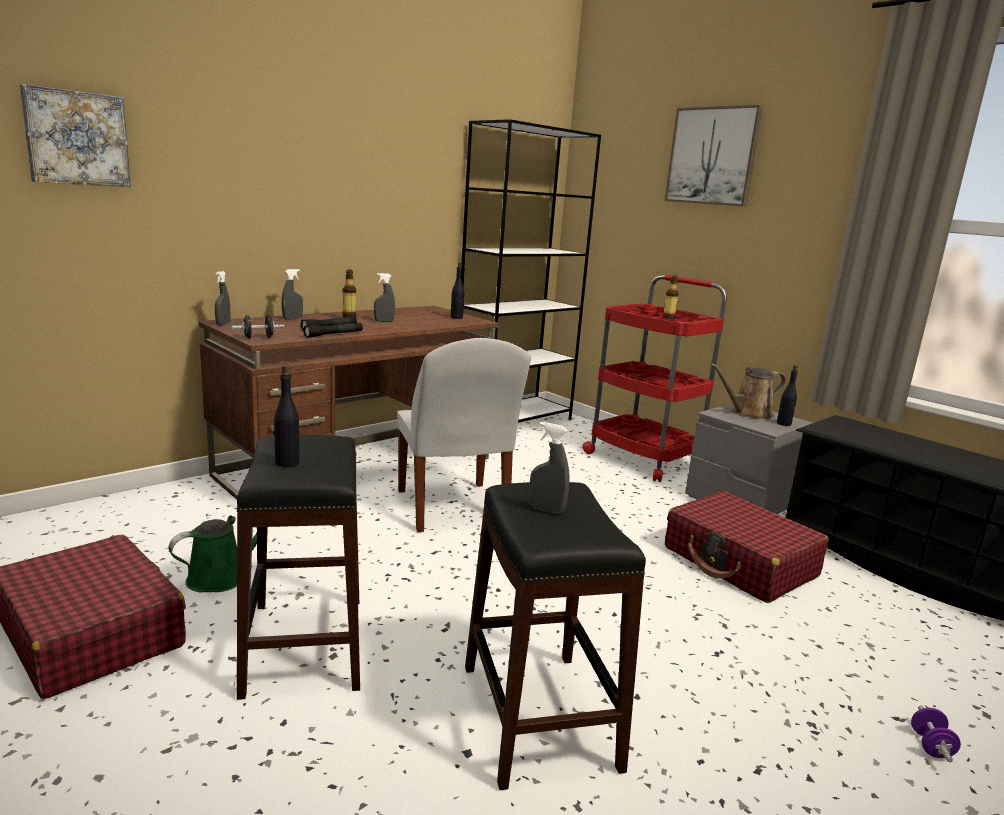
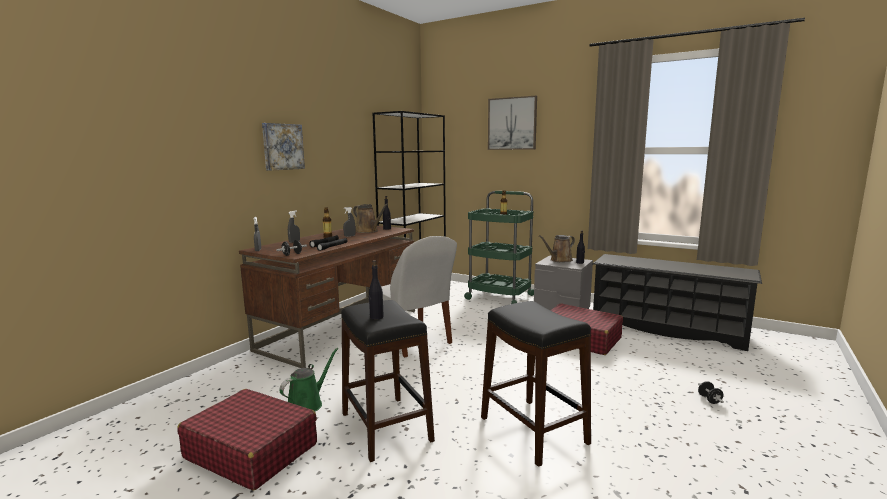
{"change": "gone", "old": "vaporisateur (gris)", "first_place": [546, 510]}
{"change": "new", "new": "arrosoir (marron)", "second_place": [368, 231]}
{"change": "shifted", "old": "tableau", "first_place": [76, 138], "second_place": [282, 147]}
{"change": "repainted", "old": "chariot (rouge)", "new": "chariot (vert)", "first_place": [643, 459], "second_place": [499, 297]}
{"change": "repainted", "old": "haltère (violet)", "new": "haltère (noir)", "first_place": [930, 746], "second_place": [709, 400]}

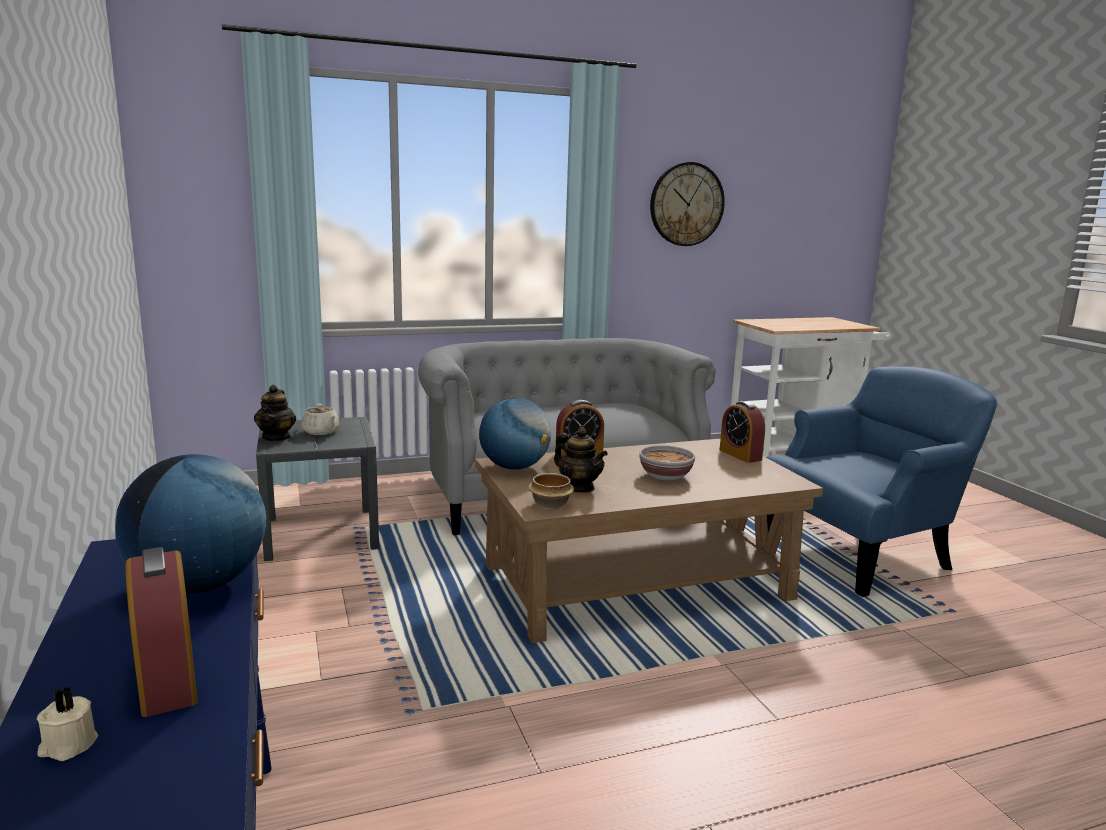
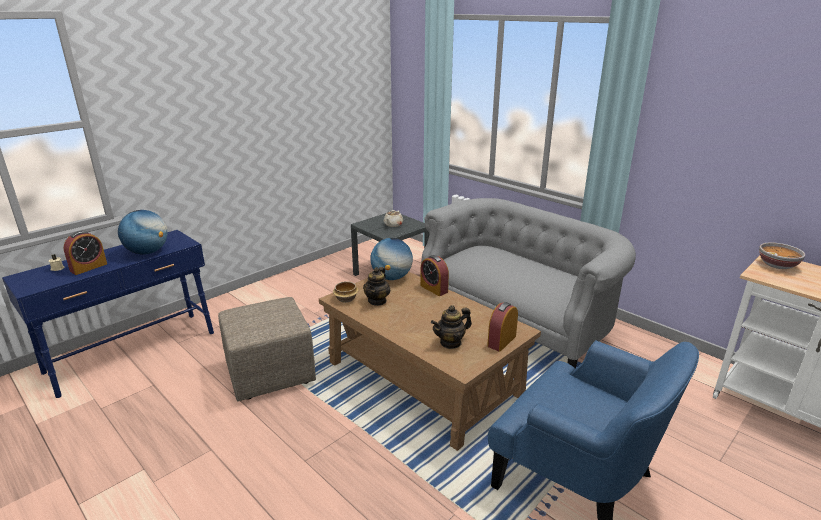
{"change": "gone", "old": "horloge murale", "first_place": [686, 204]}
{"change": "new", "new": "pouf (beige)", "second_place": [269, 374]}
{"change": "shifted", "old": "théière", "first_place": [277, 437], "second_place": [451, 342]}
{"change": "shifted", "old": "bol", "first_place": [665, 476], "second_place": [777, 265]}

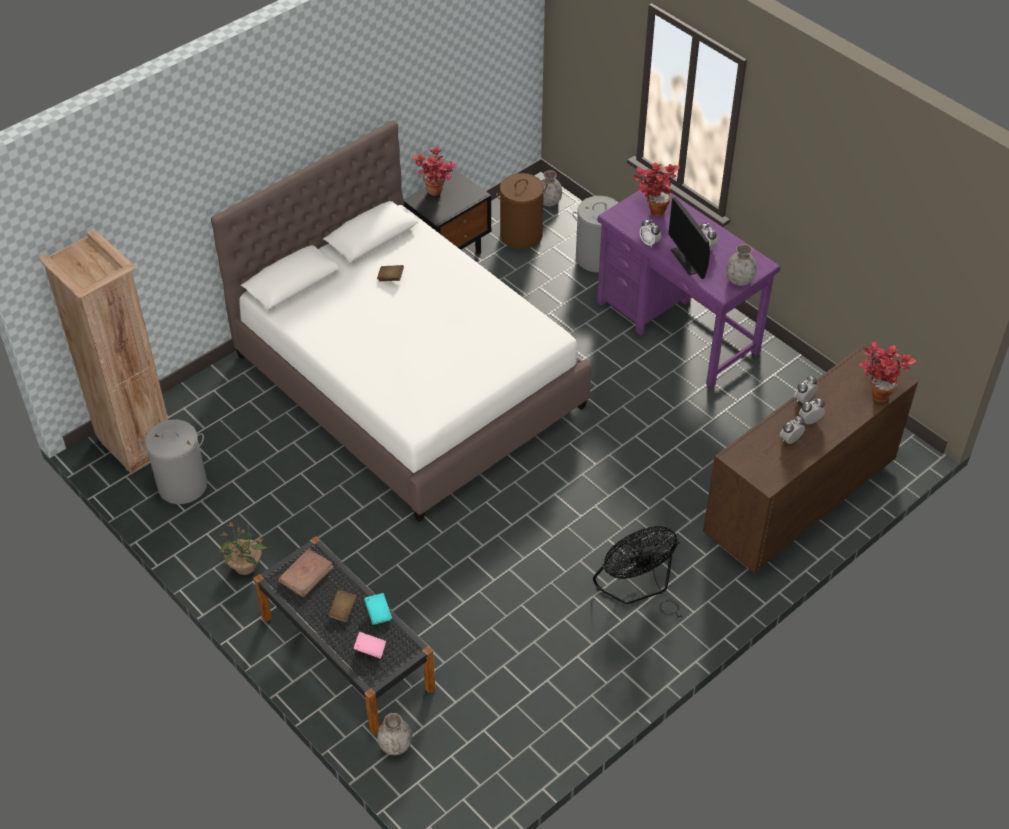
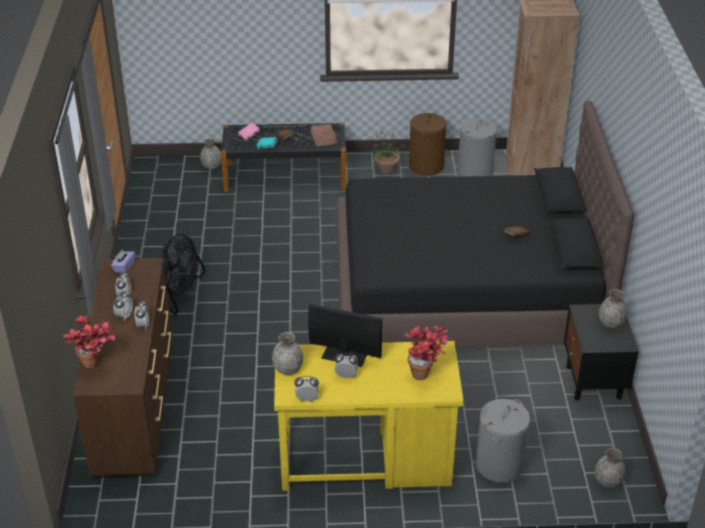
{"change": "new", "new": "boîte à mouchoirs (violet)", "second_place": [124, 267]}
{"change": "shifted", "old": "panier à linge (marron)", "first_place": [521, 235], "second_place": [426, 166]}
{"change": "shifted", "old": "réveil", "first_place": [649, 242], "second_place": [307, 399]}
{"change": "swapped", "old": "plante en pot", "new": "vase (gris)", "first_place": [437, 195], "second_place": [611, 323]}
{"change": "repainted", "old": "lit (blanc)", "new": "lit (noir)", "first_place": [409, 380], "second_place": [466, 292]}
{"change": "repainted", "old": "bureau (violet)", "new": "bureau (jaune)", "first_place": [678, 327], "second_place": [365, 460]}

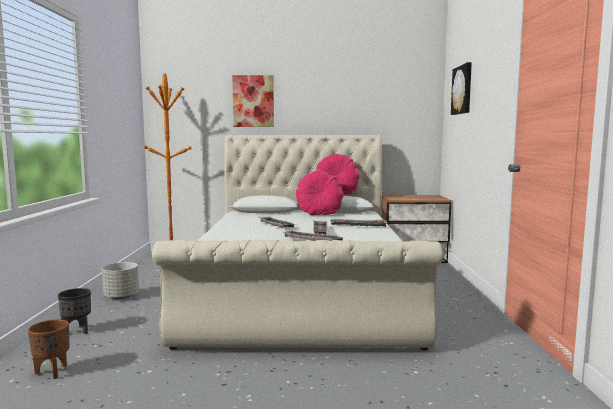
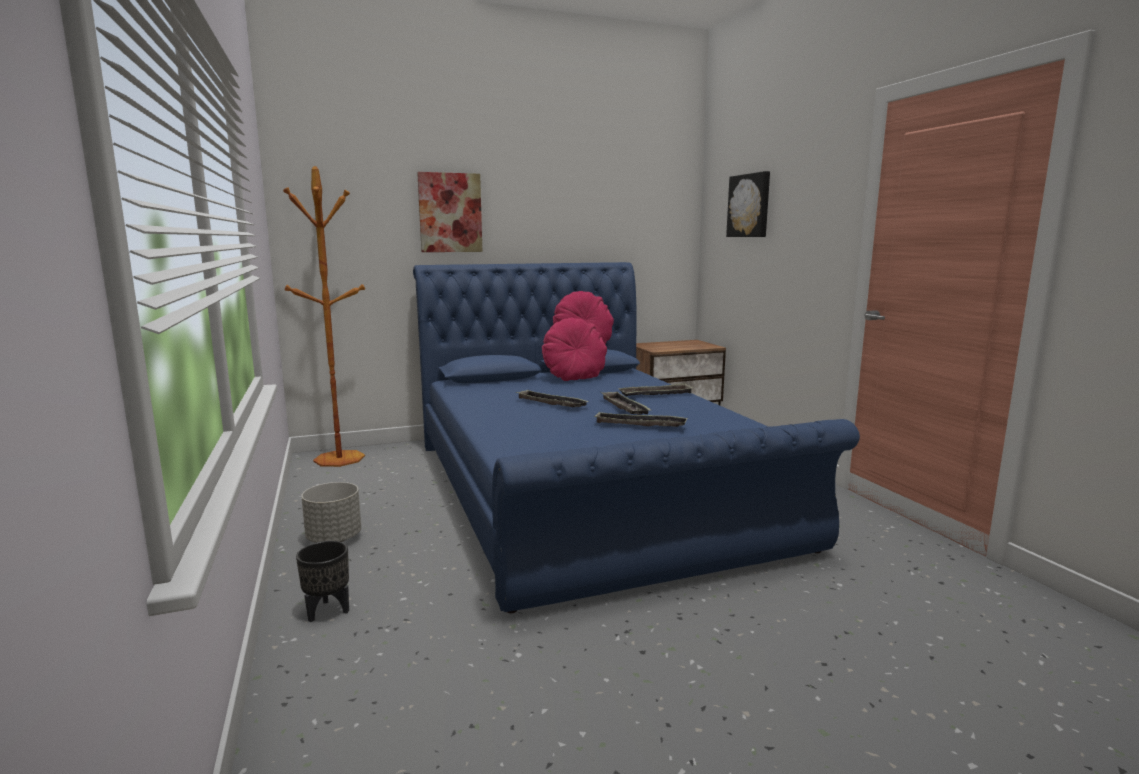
{"change": "gone", "old": "cache-pot (marron)", "first_place": [51, 372]}
{"change": "repainted", "old": "lit (beige)", "new": "lit (bleu)", "first_place": [301, 289], "second_place": [586, 488]}

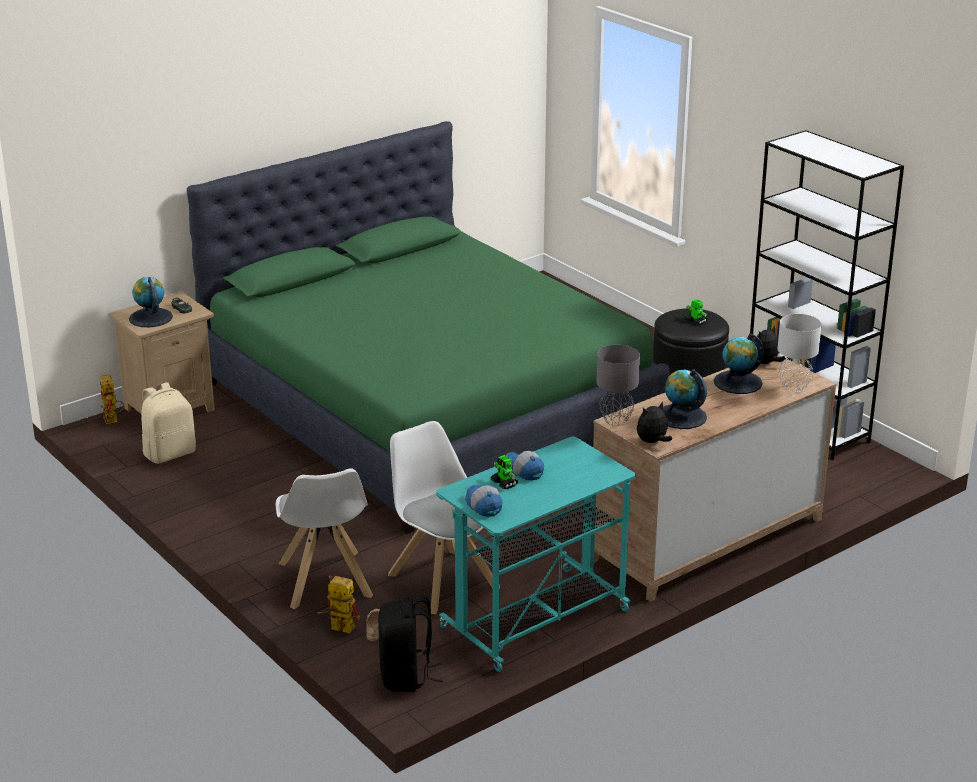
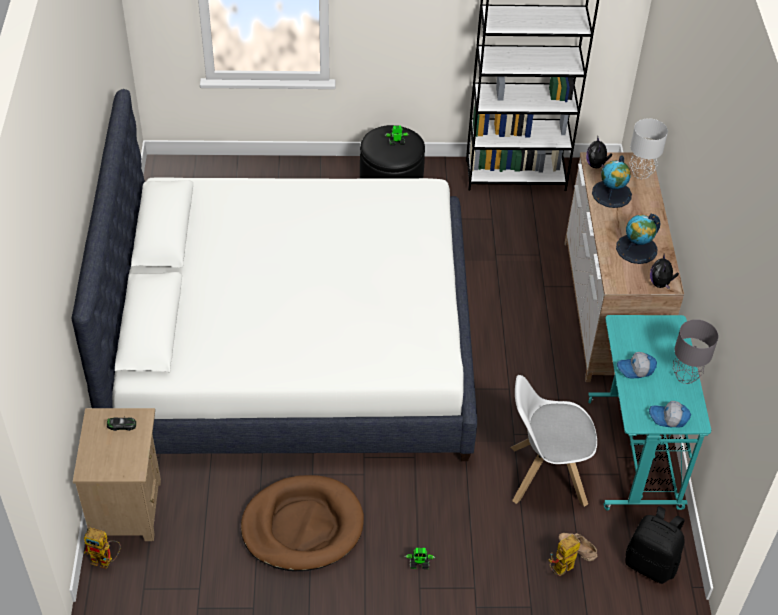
{"change": "gone", "old": "globe", "first_place": [150, 318]}
{"change": "gone", "old": "sac à dos (beige)", "first_place": [170, 453]}
{"change": "gone", "old": "chaise", "first_place": [325, 582]}
{"change": "new", "new": "panier pour chien (marron)", "second_place": [302, 526]}
{"change": "shifted", "old": "robot jouet", "first_place": [504, 483], "second_place": [419, 563]}
{"change": "shifted", "old": "lampe de table (gris)", "first_place": [615, 420], "second_place": [684, 376]}
{"change": "repainted", "old": "lit (vert)", "new": "lit (blanc)", "first_place": [427, 406], "second_place": [292, 344]}

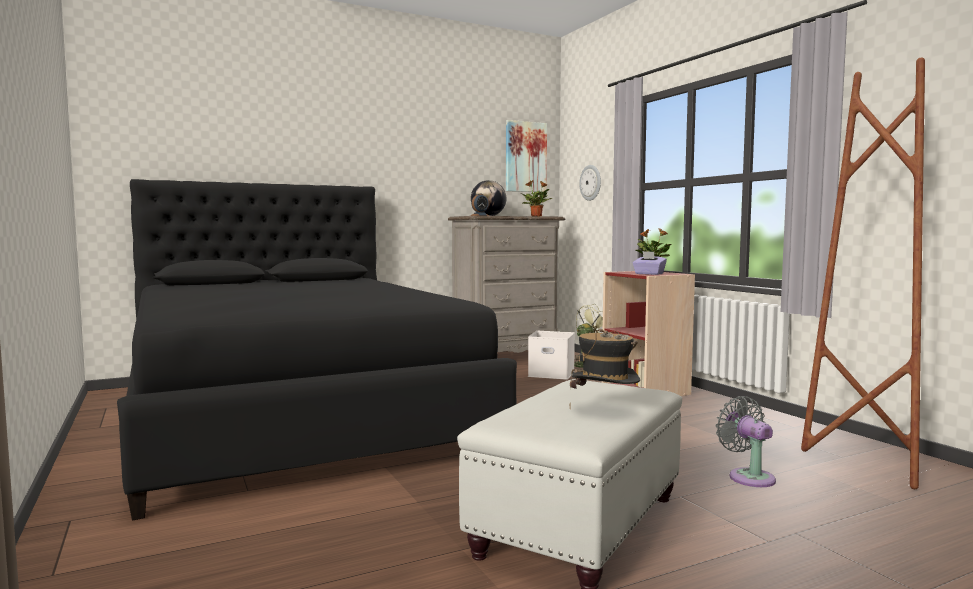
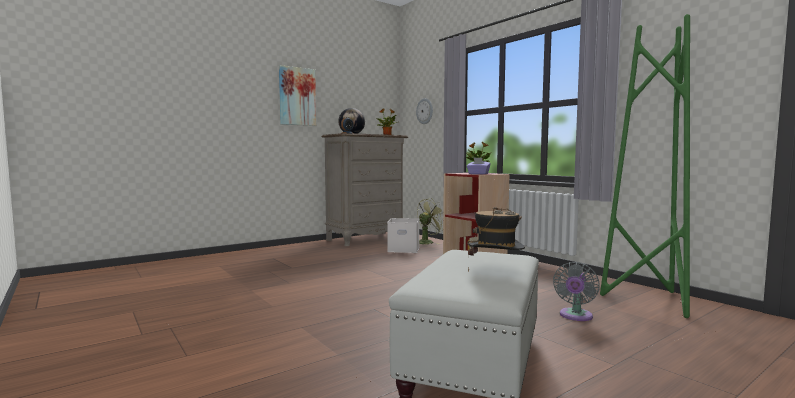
{"change": "gone", "old": "lit (noir)", "first_place": [296, 414]}
{"change": "shifted", "old": "tableau", "first_place": [525, 157], "second_place": [297, 96]}
{"change": "repainted", "old": "portant (marron)", "new": "portant (vert)", "first_place": [876, 463], "second_place": [652, 301]}
{"change": "rotated", "old": "ventilateur (gris)", "first_place": [748, 476], "second_place": [575, 316], "degrees": -120}

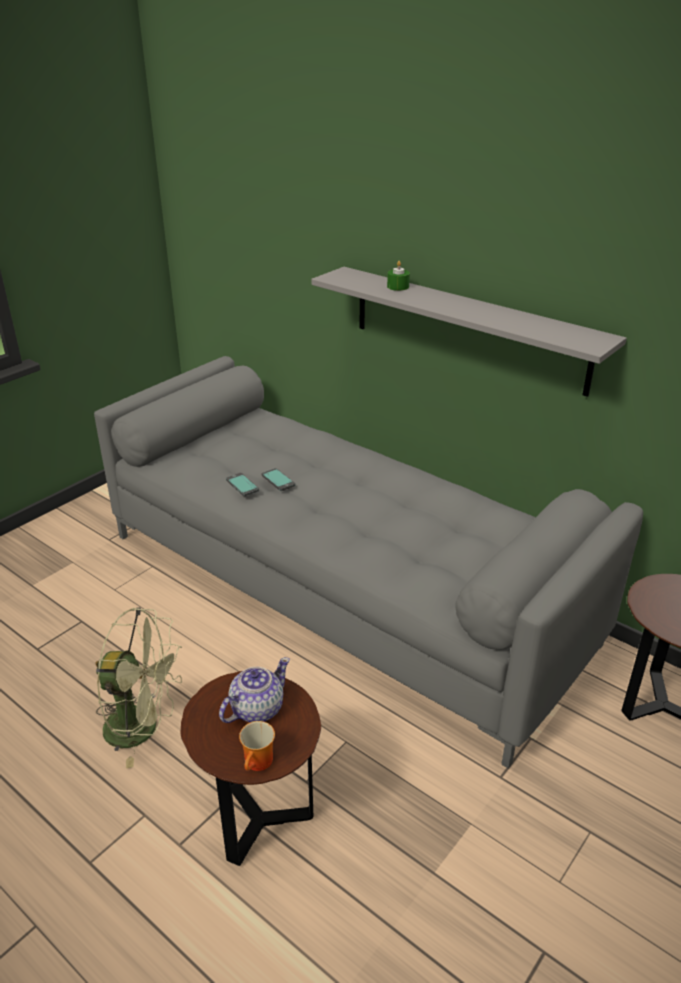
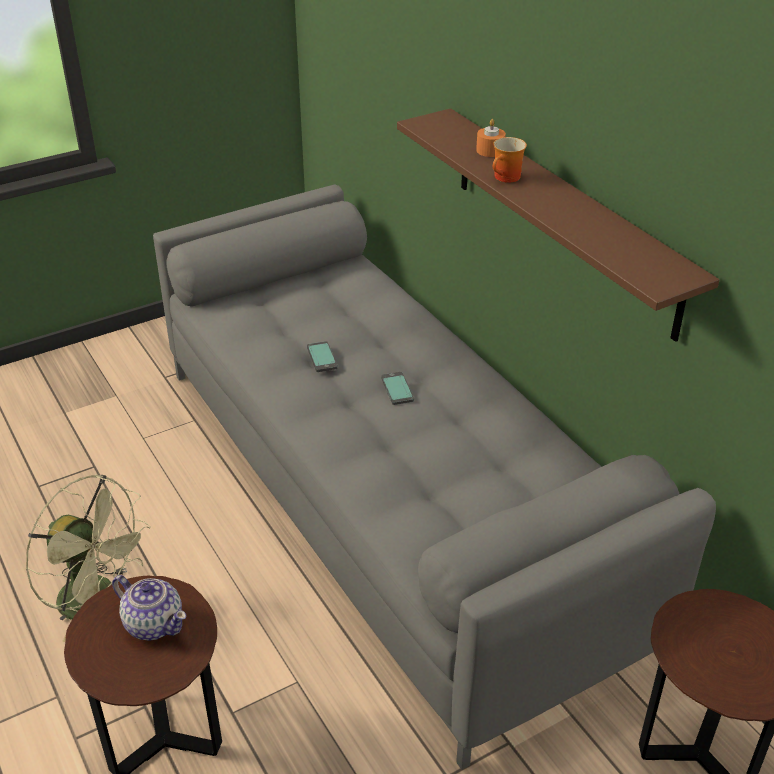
{"change": "shifted", "old": "téléphone", "first_place": [242, 485], "second_place": [397, 389]}
{"change": "shifted", "old": "mug", "first_place": [259, 763], "second_place": [507, 178]}
{"change": "repainted", "old": "étagère (gris)", "new": "étagère (marron)", "first_place": [467, 329], "second_place": [563, 219]}
{"change": "repainted", "old": "bougie (vert)", "new": "bougie (orange)", "first_place": [398, 287], "second_place": [490, 150]}
{"change": "rotated", "old": "théière", "first_place": [256, 709], "second_place": [154, 623], "degrees": 60}

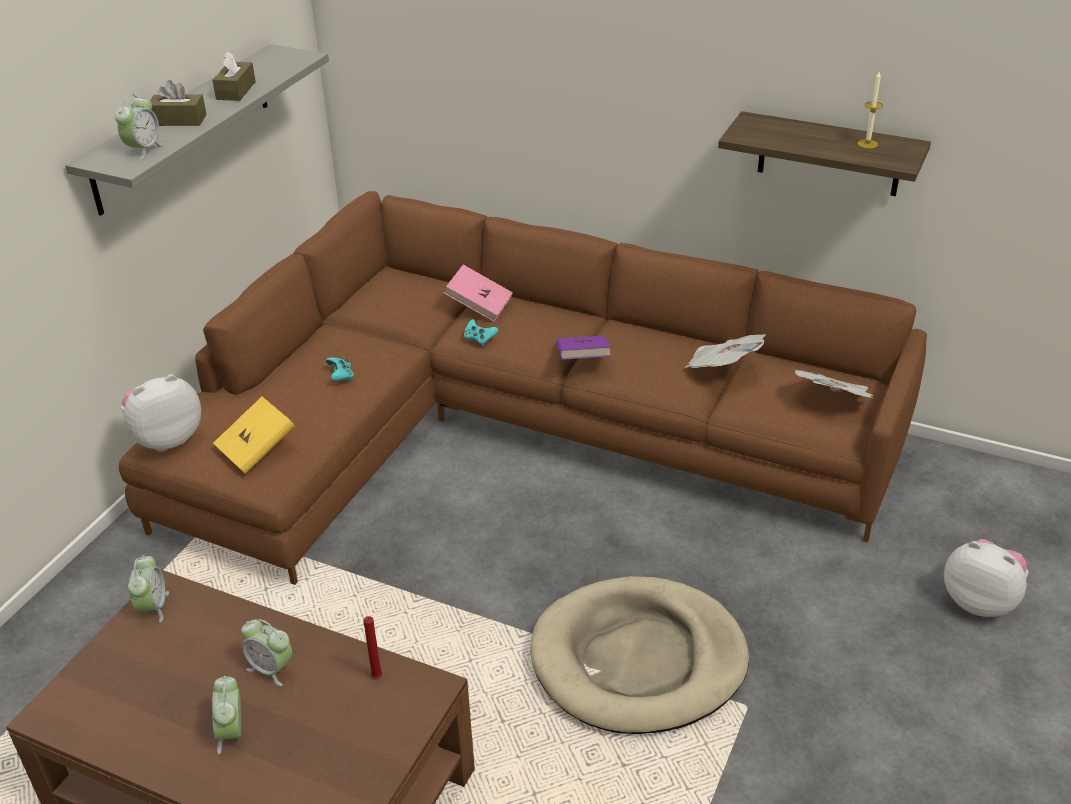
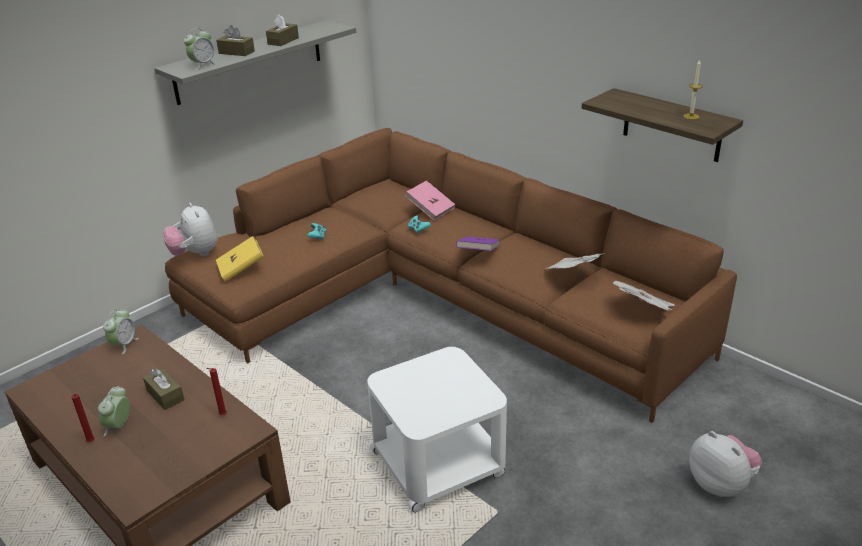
{"change": "new", "new": "bougie (rouge)", "second_place": [90, 442]}
{"change": "swapped", "old": "réveil", "new": "boîte à mouchoirs (marron)", "first_place": [271, 669], "second_place": [165, 395]}
{"change": "swapped", "old": "panier pour chien (beige)", "new": "table d'appoint (blanc)", "first_place": [638, 660], "second_place": [438, 462]}
{"change": "rotated", "old": "peluche", "first_place": [167, 439], "second_place": [195, 254], "degrees": -105}

